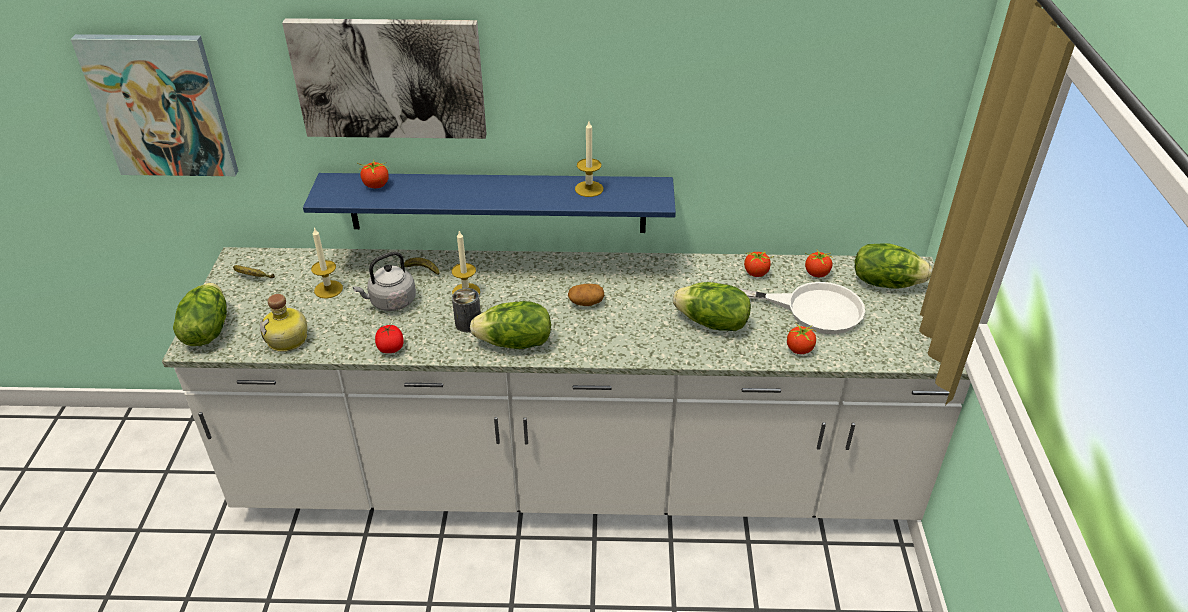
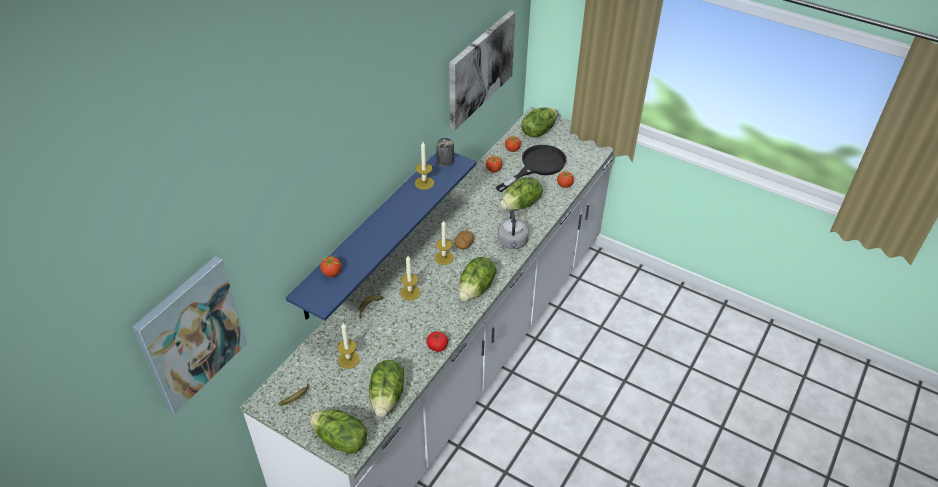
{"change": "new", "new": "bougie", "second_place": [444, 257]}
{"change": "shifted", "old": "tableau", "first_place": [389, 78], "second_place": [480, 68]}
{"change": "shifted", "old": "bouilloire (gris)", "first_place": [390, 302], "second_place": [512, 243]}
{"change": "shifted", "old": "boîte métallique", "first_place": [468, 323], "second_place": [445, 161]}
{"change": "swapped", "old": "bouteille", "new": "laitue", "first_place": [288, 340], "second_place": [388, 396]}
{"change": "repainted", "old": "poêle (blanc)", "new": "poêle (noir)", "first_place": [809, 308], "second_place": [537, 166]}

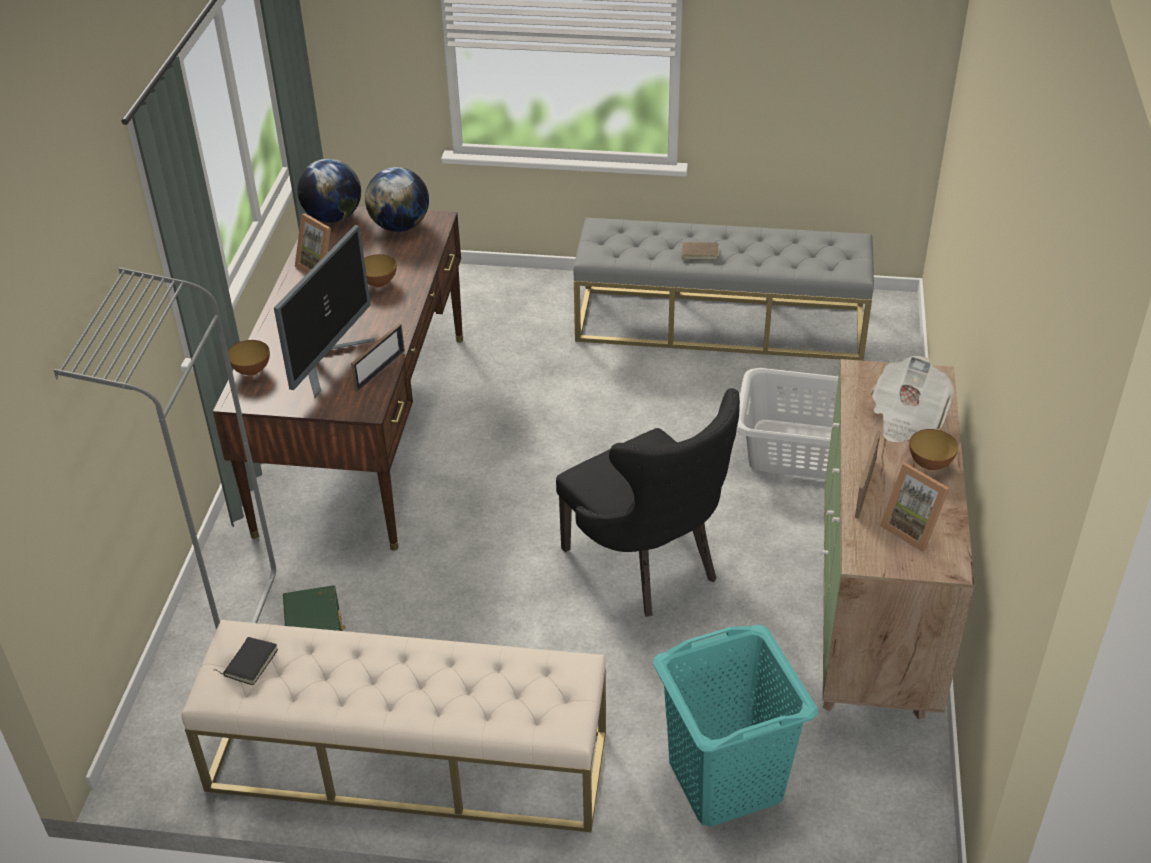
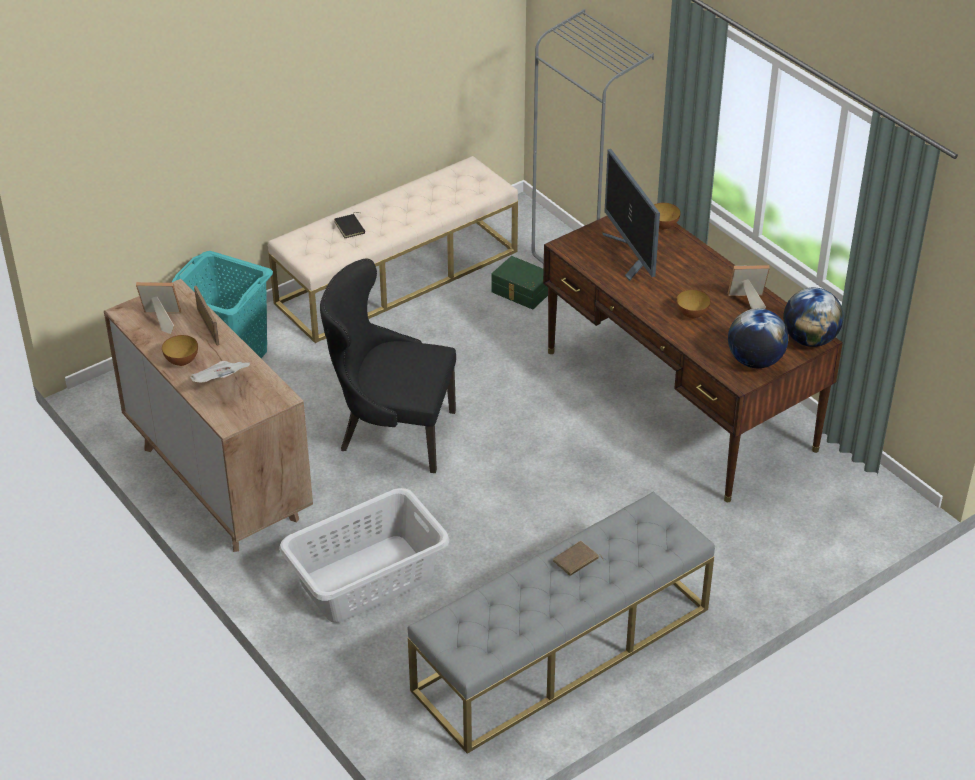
{"change": "gone", "old": "cadre photo", "first_place": [380, 371]}
{"change": "shifted", "old": "livre (noir)", "first_place": [249, 662], "second_place": [351, 227]}

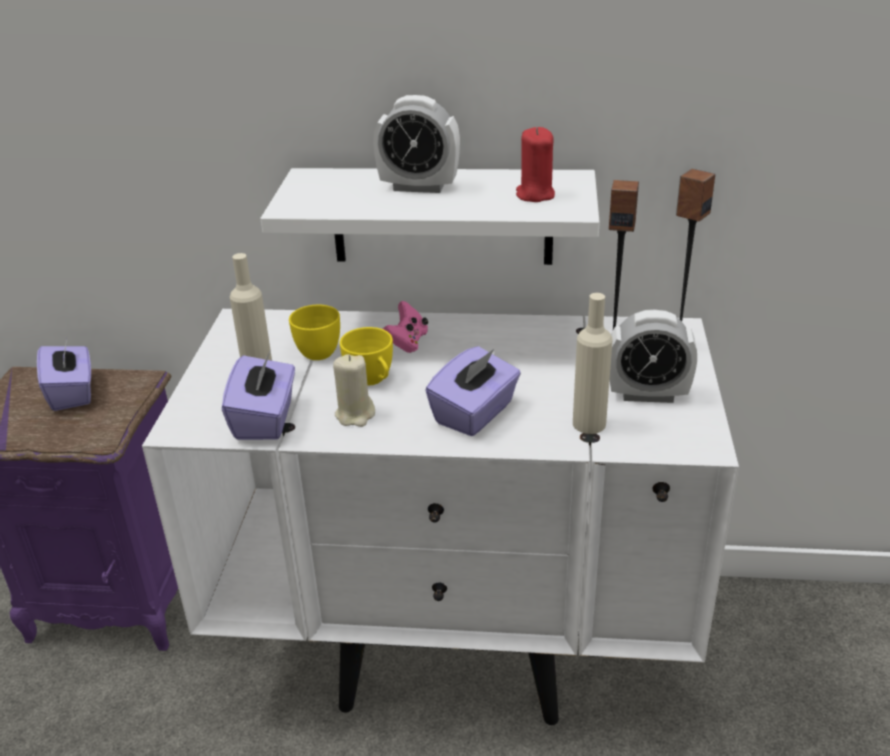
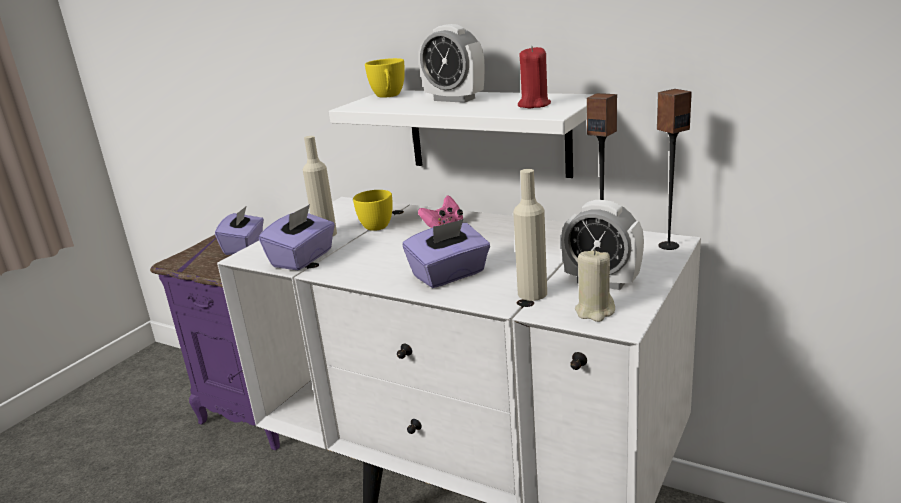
{"change": "shifted", "old": "bougie (beige)", "first_place": [355, 415], "second_place": [594, 311]}
{"change": "shifted", "old": "tasse (jaune)", "first_place": [372, 380], "second_place": [388, 96]}

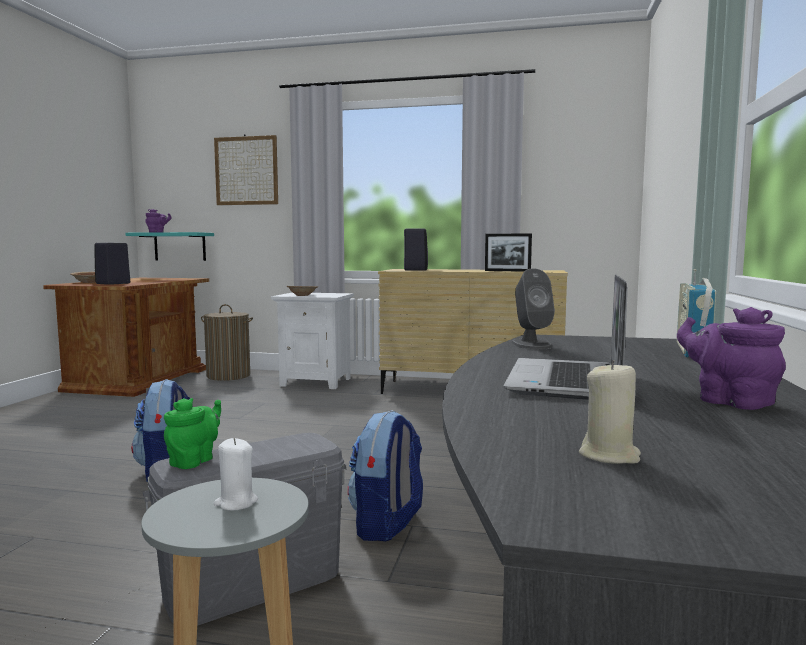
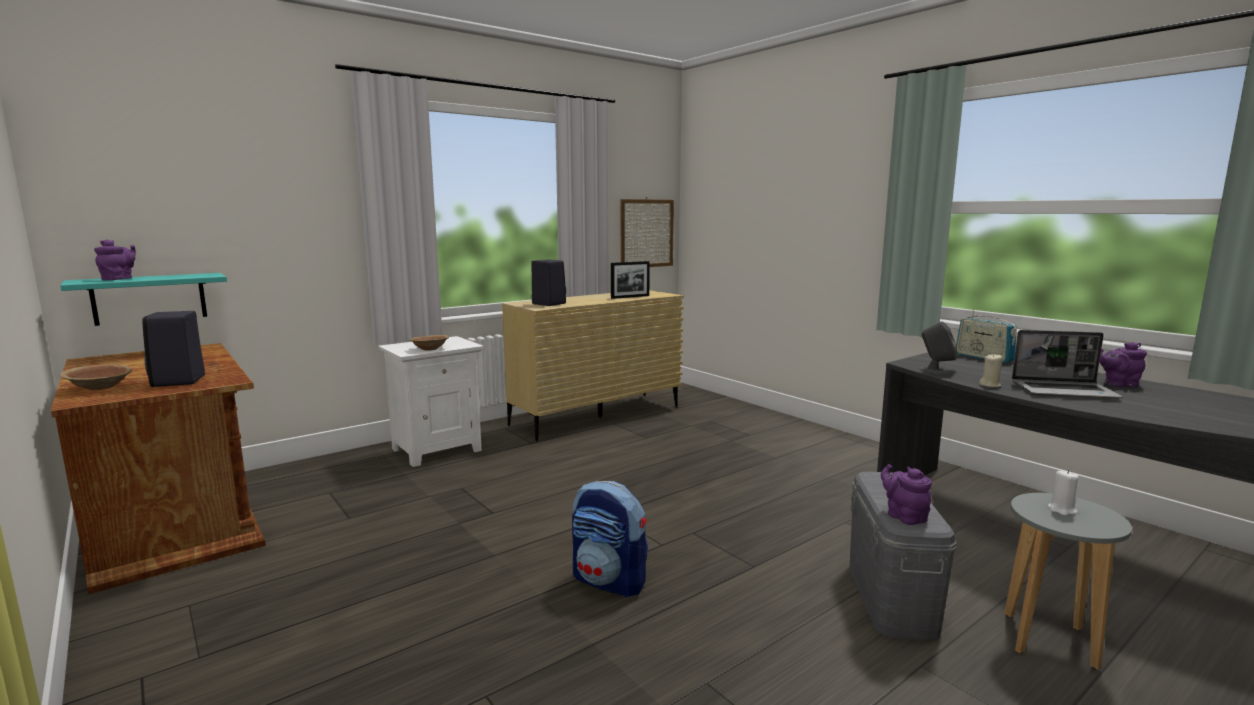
{"change": "gone", "old": "panier à linge", "first_place": [228, 376]}
{"change": "gone", "old": "sac à dos", "first_place": [387, 525]}
{"change": "shifted", "old": "tableau", "first_place": [246, 169], "second_place": [646, 232]}
{"change": "shifted", "old": "bougie (beige)", "first_place": [609, 455], "second_place": [990, 385]}
{"change": "repainted", "old": "théière (vert)", "new": "théière (violet)", "first_place": [194, 461], "second_place": [904, 516]}
{"change": "rotated", "old": "ordinateur portable", "first_place": [566, 382], "second_place": [1064, 391], "degrees": -45}

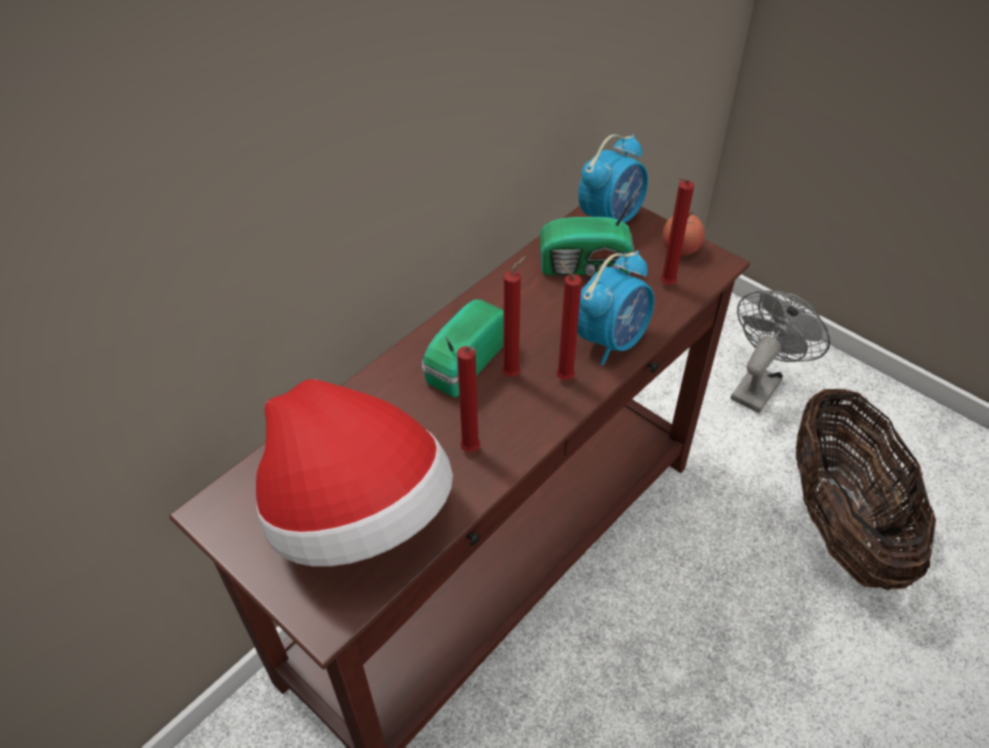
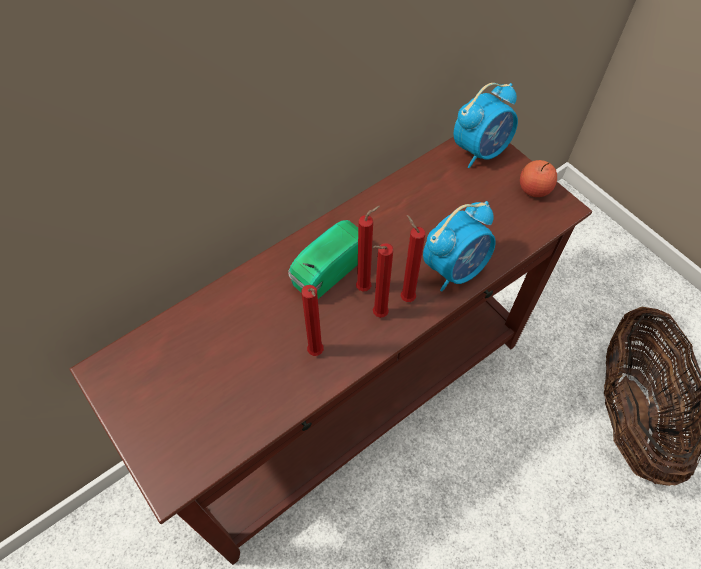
{"change": "gone", "old": "chapeau", "first_place": [357, 513]}
{"change": "gone", "old": "radio", "first_place": [587, 266]}
{"change": "gone", "old": "ventilateur (gris)", "first_place": [759, 384]}
{"change": "shifted", "old": "bougie (rouge)", "first_place": [665, 285], "second_place": [377, 314]}

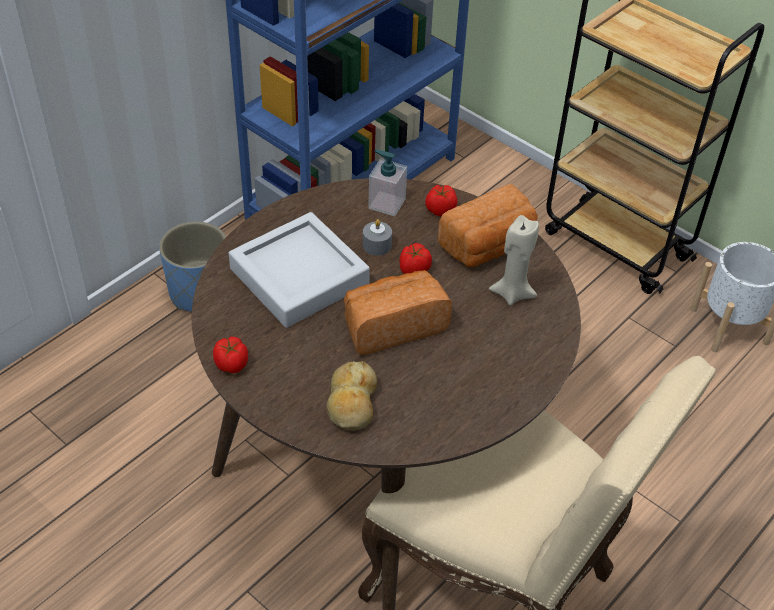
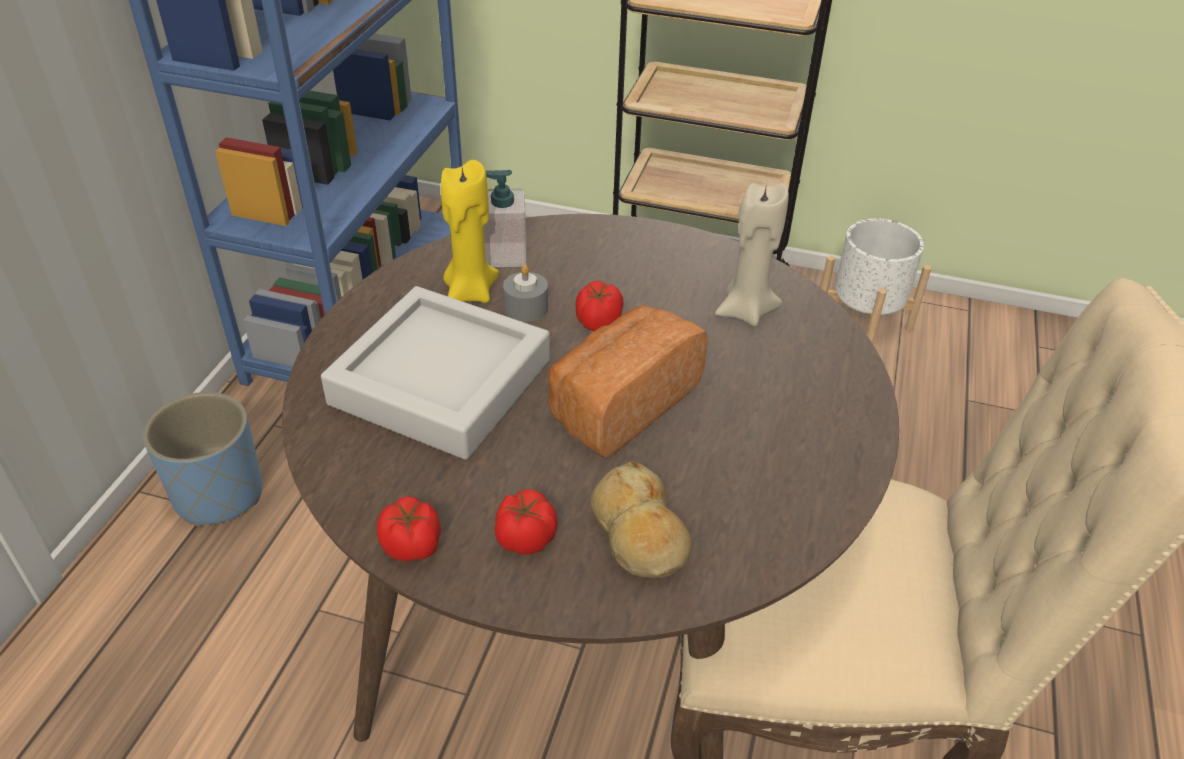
{"change": "gone", "old": "pain", "first_place": [488, 246]}
{"change": "new", "new": "bougie (jaune)", "second_place": [470, 292]}
{"change": "shifted", "old": "tomate", "first_place": [440, 210], "second_place": [524, 539]}

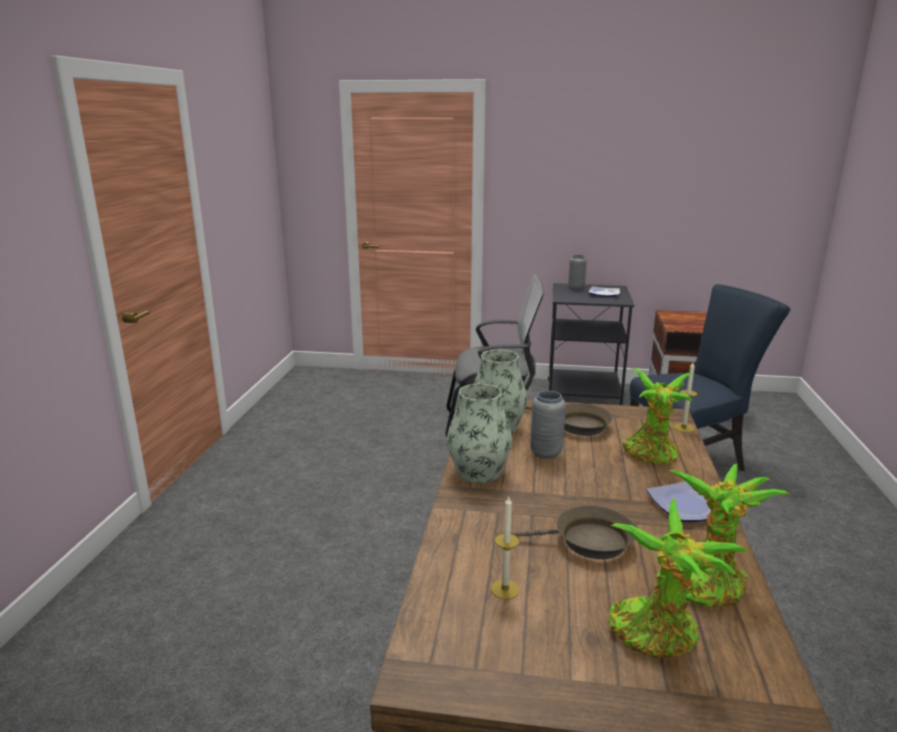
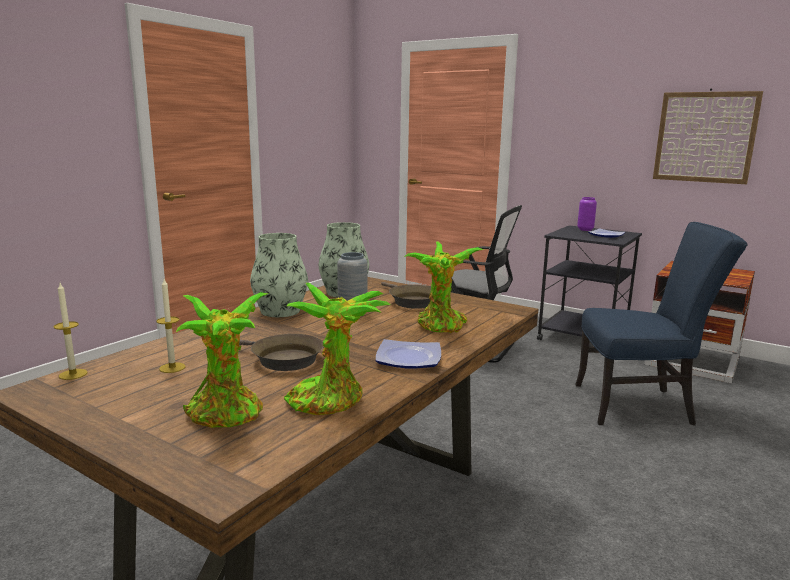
{"change": "new", "new": "tableau", "second_place": [705, 135]}
{"change": "shifted", "old": "bougie", "first_place": [683, 428], "second_place": [73, 374]}
{"change": "repainted", "old": "vase (gris)", "new": "vase (violet)", "first_place": [576, 288], "second_place": [585, 229]}

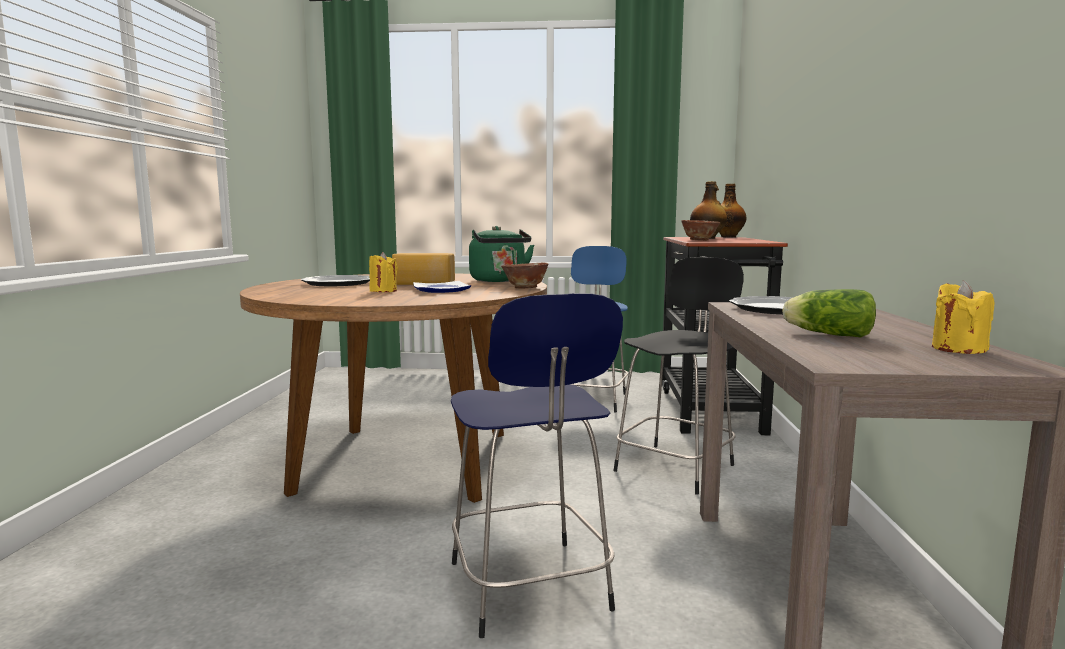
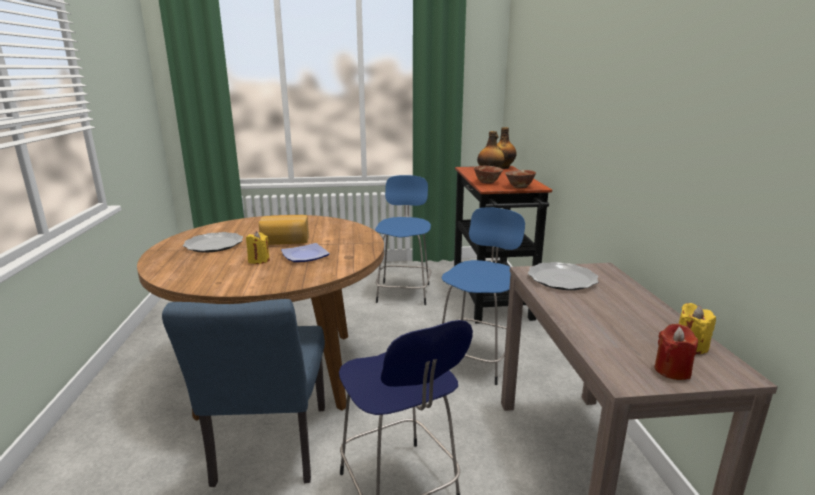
{"change": "gone", "old": "bouilloire (vert)", "first_place": [499, 281]}
{"change": "gone", "old": "laitue", "first_place": [826, 334]}
{"change": "new", "new": "chaise (bleu)", "second_place": [269, 452]}
{"change": "new", "new": "bougie (rouge)", "second_place": [672, 370]}
{"change": "shifted", "old": "bol", "first_place": [525, 288], "second_place": [519, 187]}
{"change": "repainted", "old": "tabouret (noir)", "new": "tabouret (bleu)", "first_place": [676, 466], "second_place": [478, 358]}

